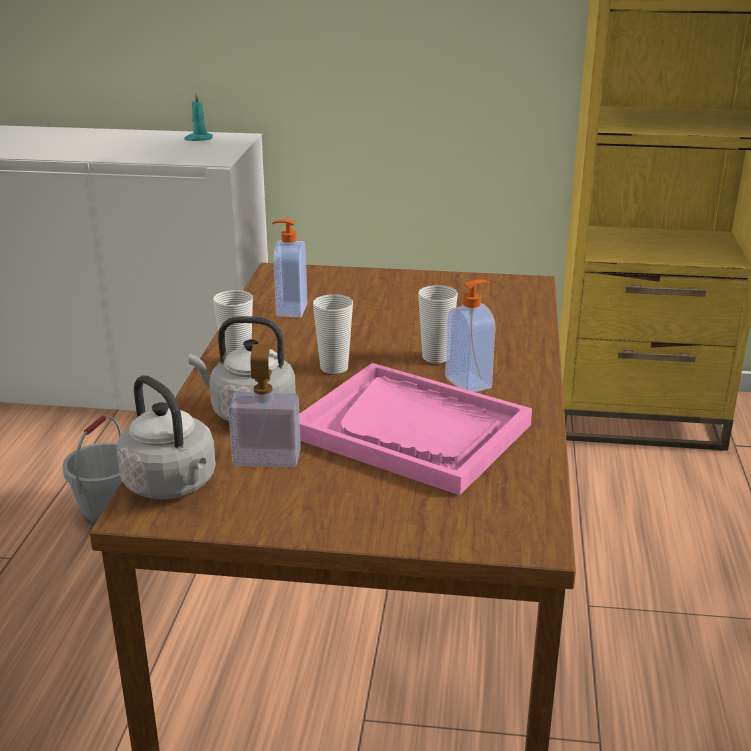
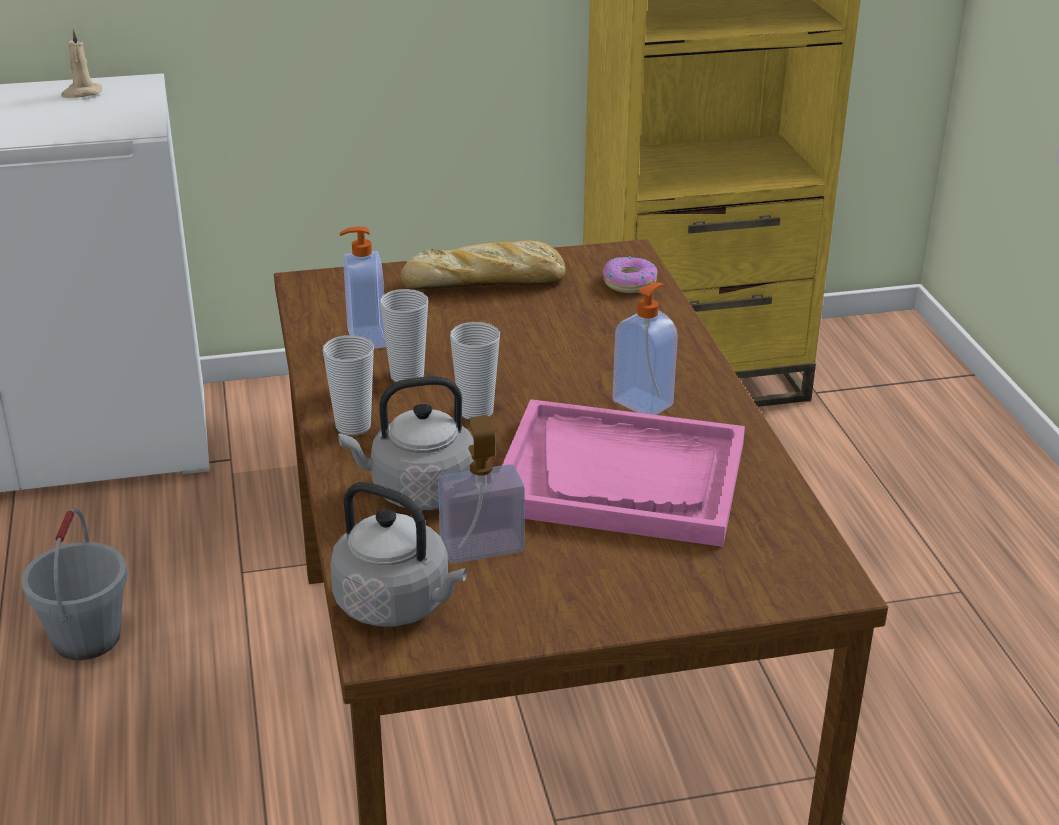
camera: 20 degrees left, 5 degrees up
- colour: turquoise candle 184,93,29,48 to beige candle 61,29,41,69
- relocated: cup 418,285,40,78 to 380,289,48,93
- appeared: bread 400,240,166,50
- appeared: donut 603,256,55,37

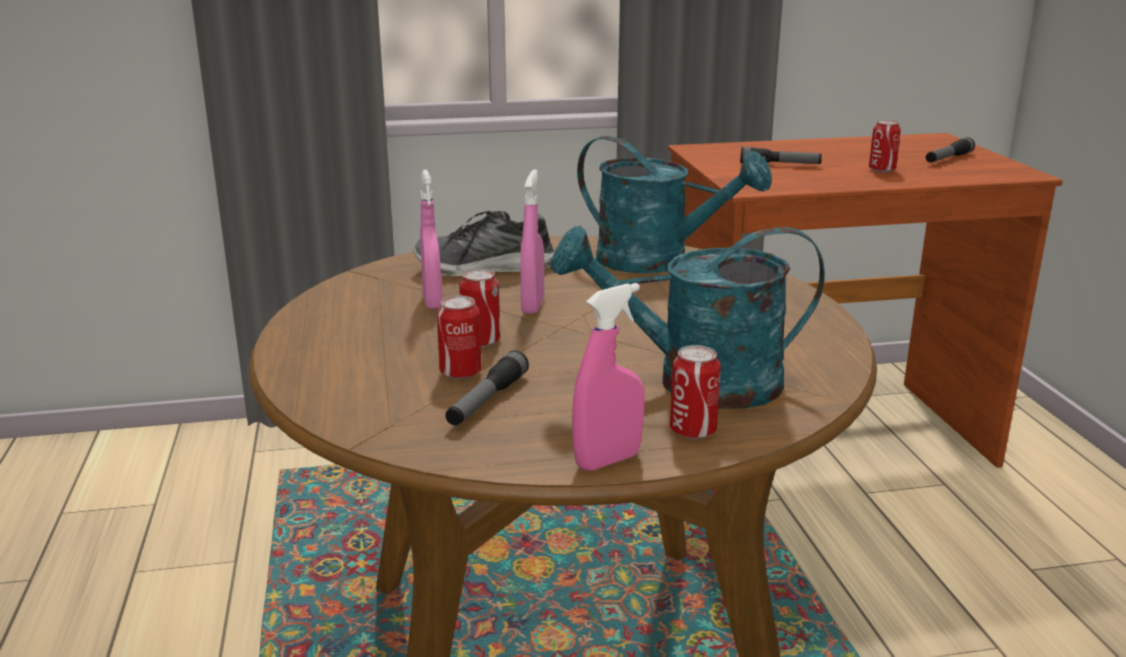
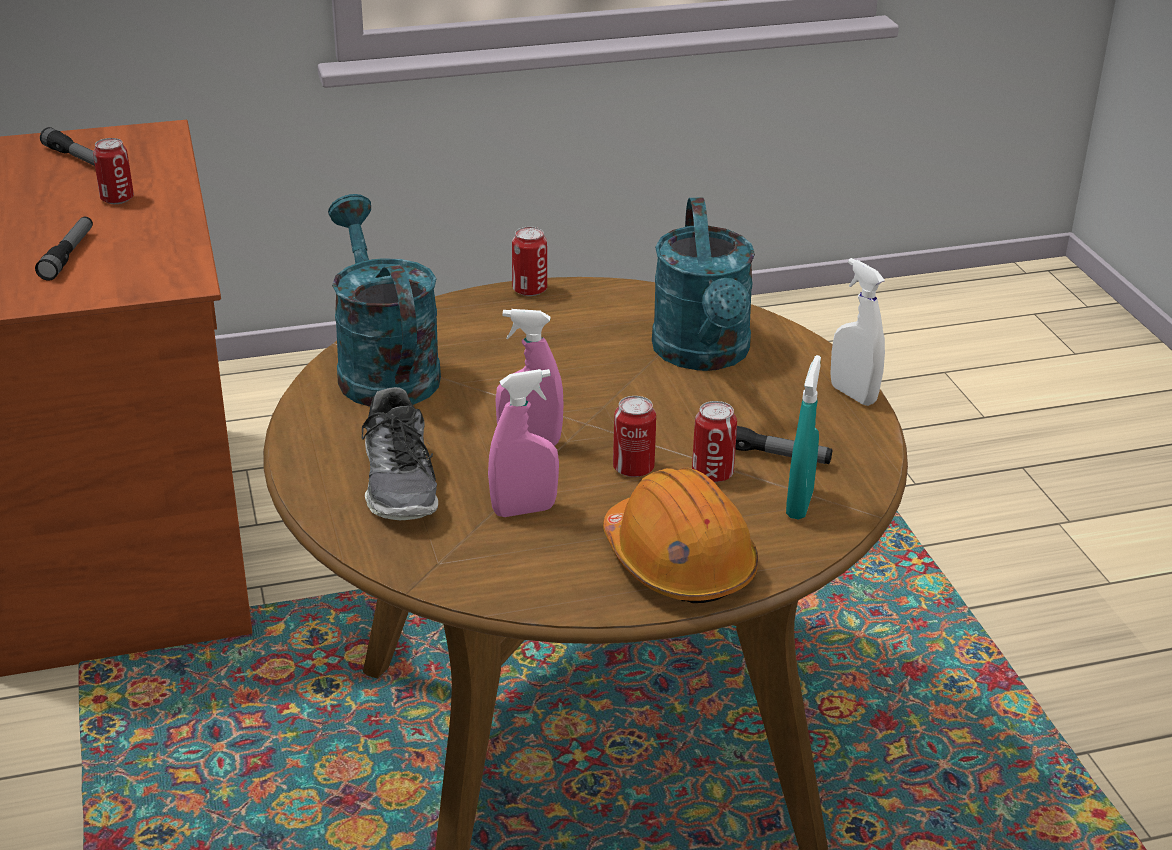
camera: 95 degrees left, 10 degrees up
- spun: turquoise watering can 577,136,195,137 = 328,194,113,213 45 degrees counterclockwise
- relocated: can 670,345,51,94 to 512,226,35,70
- appeared: orange hard hat 603,468,155,135
- appeared: turquoise spray bottle 786,355,35,165
- colour: pink spray bottle 572,283,72,188 to white spray bottle 831,258,54,148

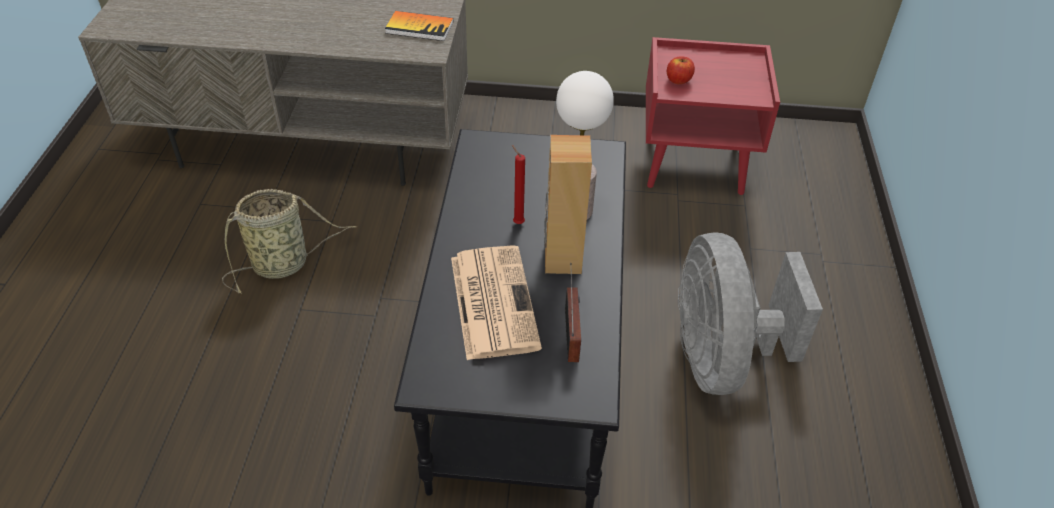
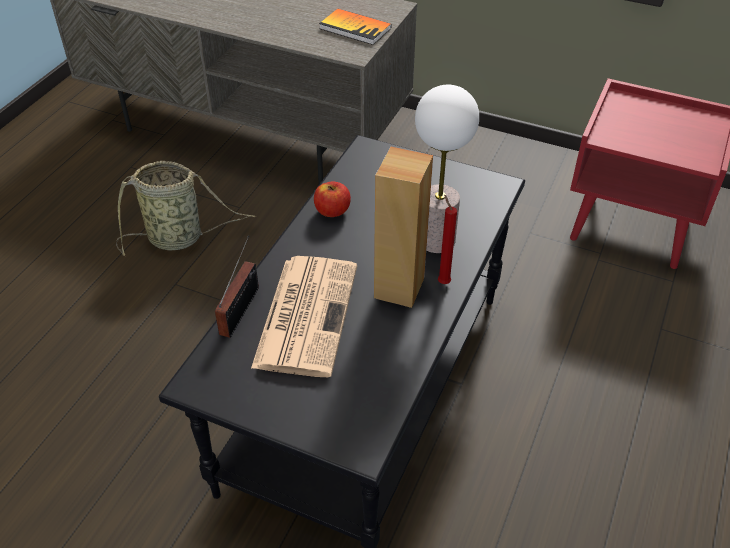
camera: 20 degrees right, 0 degrees up
- relocated: radio 565,263,16,99 to 215,235,44,103
- relocated: apple 667,57,28,27 to 314,182,37,35
- relocated: red candle 512,145,13,79 to 438,194,19,90
- missing: grey fan 678,232,145,163

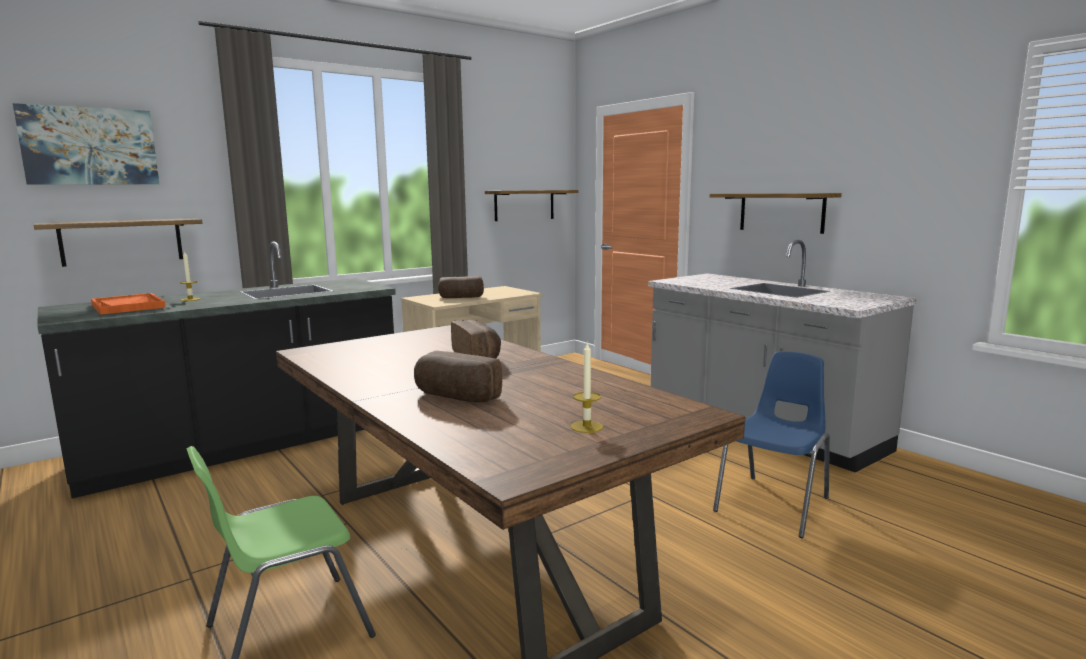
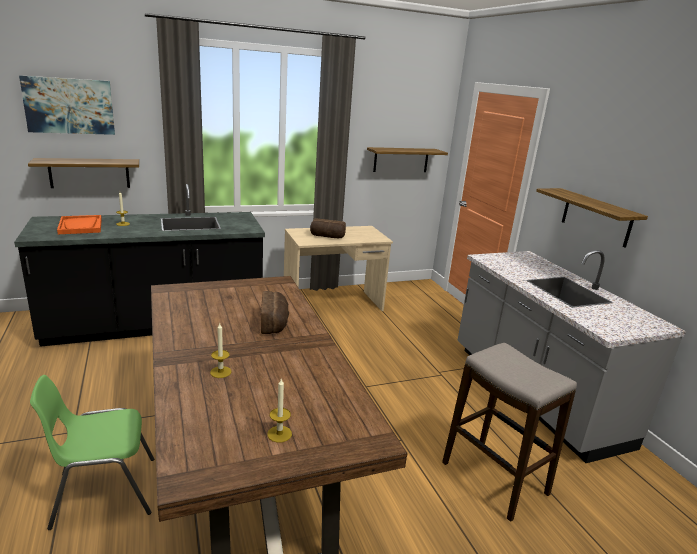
camera: 15 degrees right, 10 degrees up
- exchanged: bread 414,351,88,51 to candle 210,323,21,55
- exchanged: blue chair 713,351,117,187 to stool 442,343,135,179

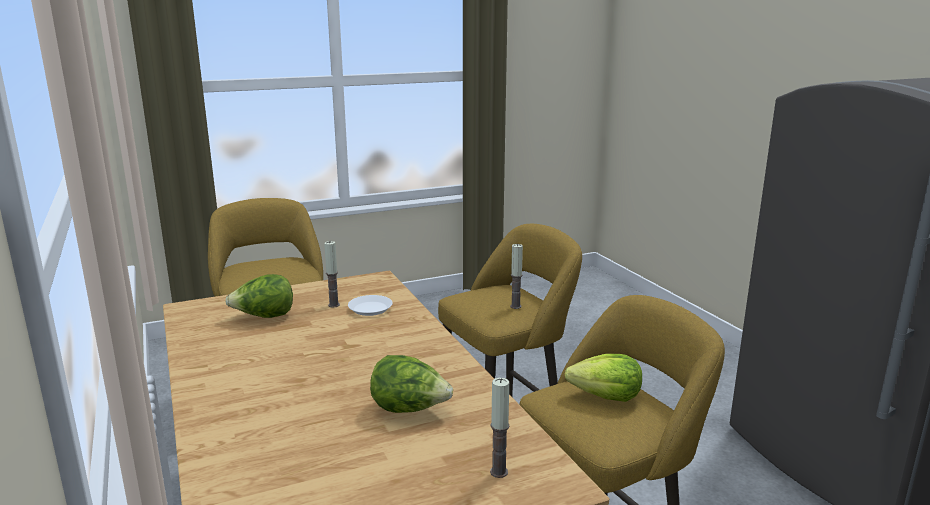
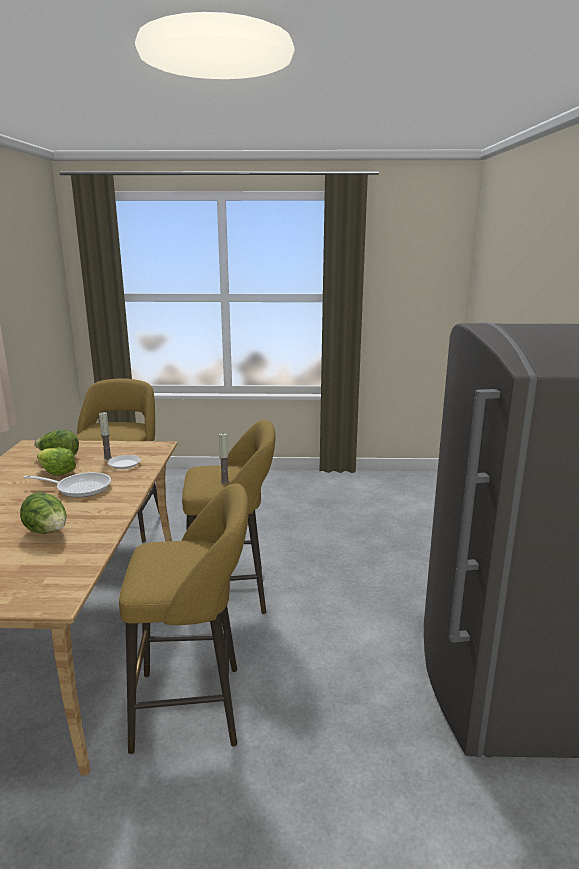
camera: 25 degrees right, 0 degrees up
- appeared: frying pan 23,472,88,25
- relocated: lettuce 565,354,77,48 to 37,447,39,29
- missing: candle 490,378,19,100

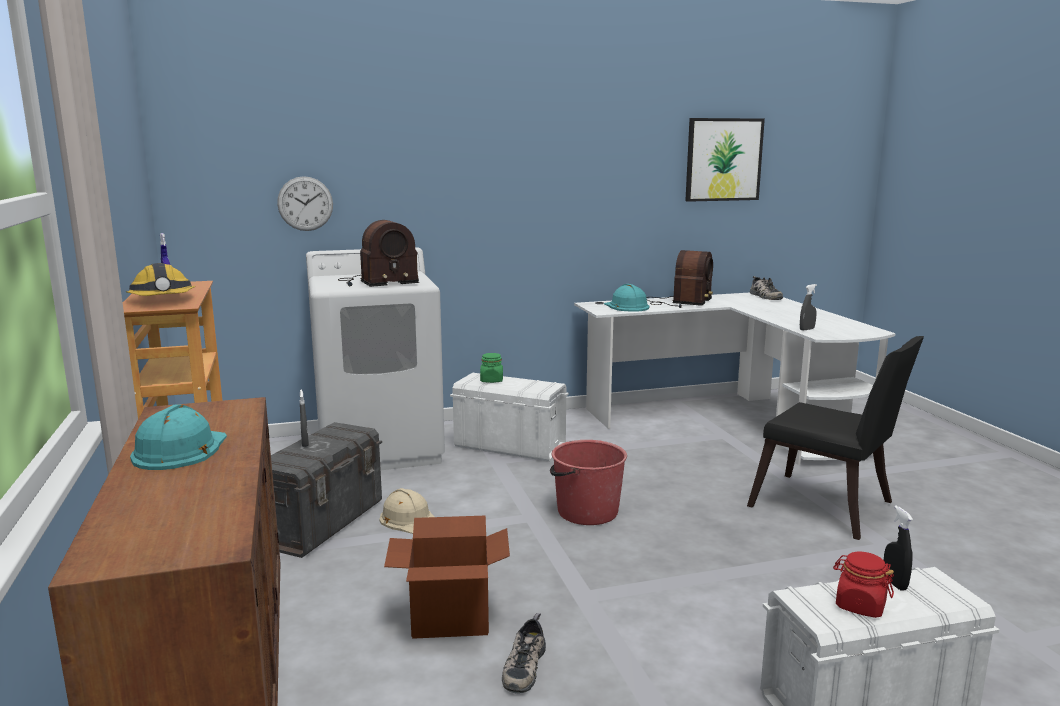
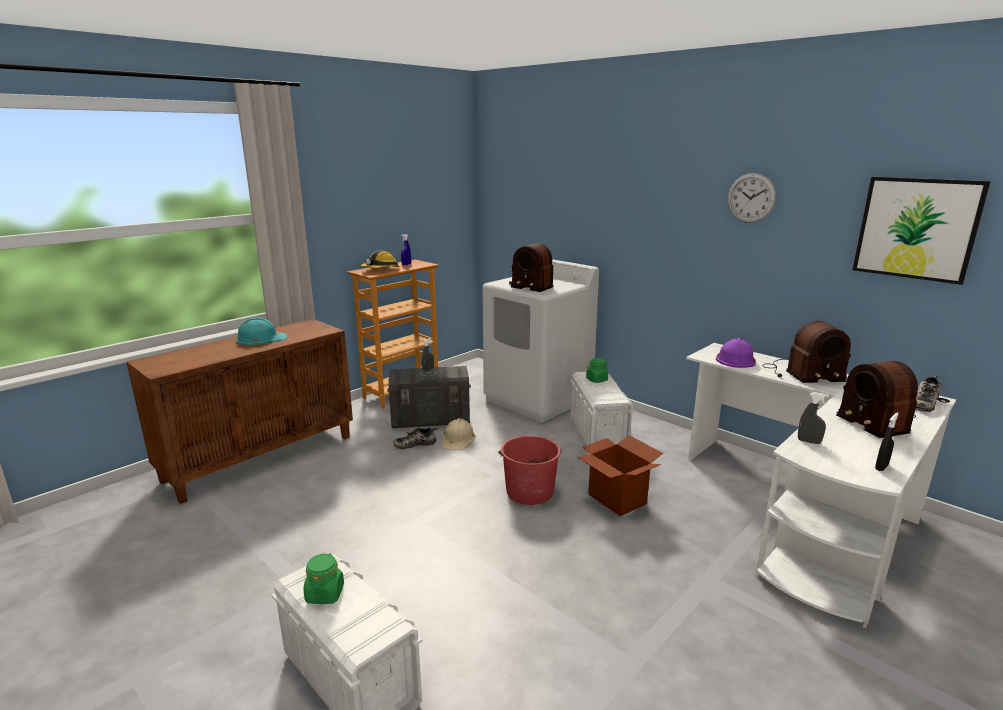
camera: 60 degrees right, 5 degrees up
- colour: red jar 833,552,61,66 to green jar 303,553,41,51
- relocated: shoe 502,613,44,80 to 393,428,44,21
- relocated: cardboard box 384,515,126,124 to 577,435,86,81
- colour: turquoise hard hat 604,284,45,28 to purple hard hat 716,338,40,30
- relocated: wall clock 277,176,56,55 to 728,173,48,50
- appeared: radio 836,361,82,77
- relocated: black spray bottle 884,506,29,85 to 875,413,24,58
- missing: black chair 747,336,177,204

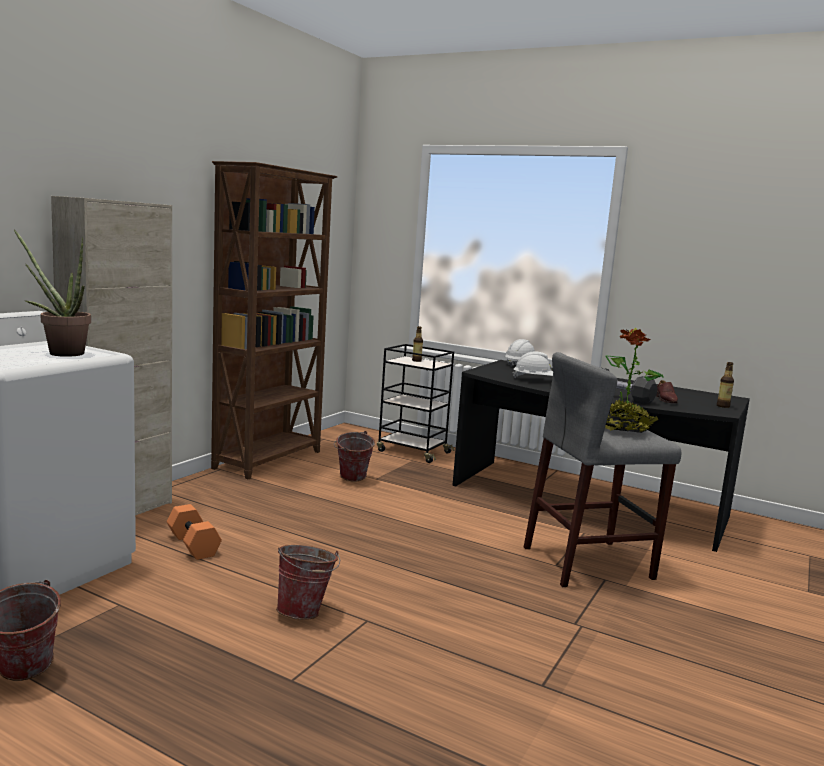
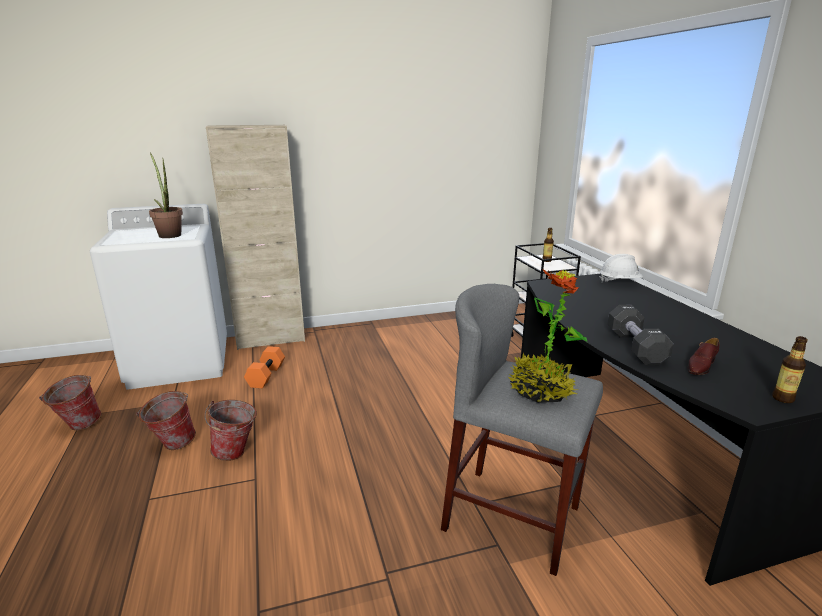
camera: 45 degrees right, 10 degrees up
- relocated: bucket 334,431,41,51 to 136,391,60,59
- missing: brown bookcase 211,161,127,318
- missing: white hard hat 512,352,41,26

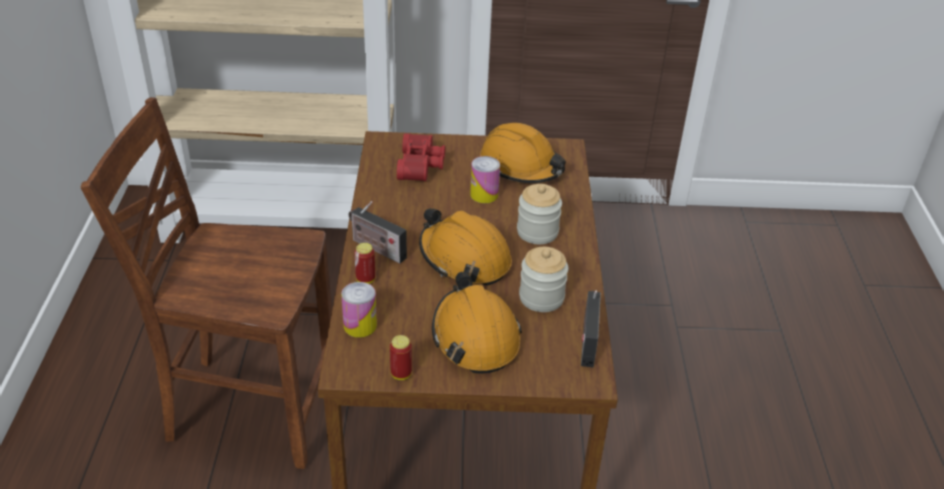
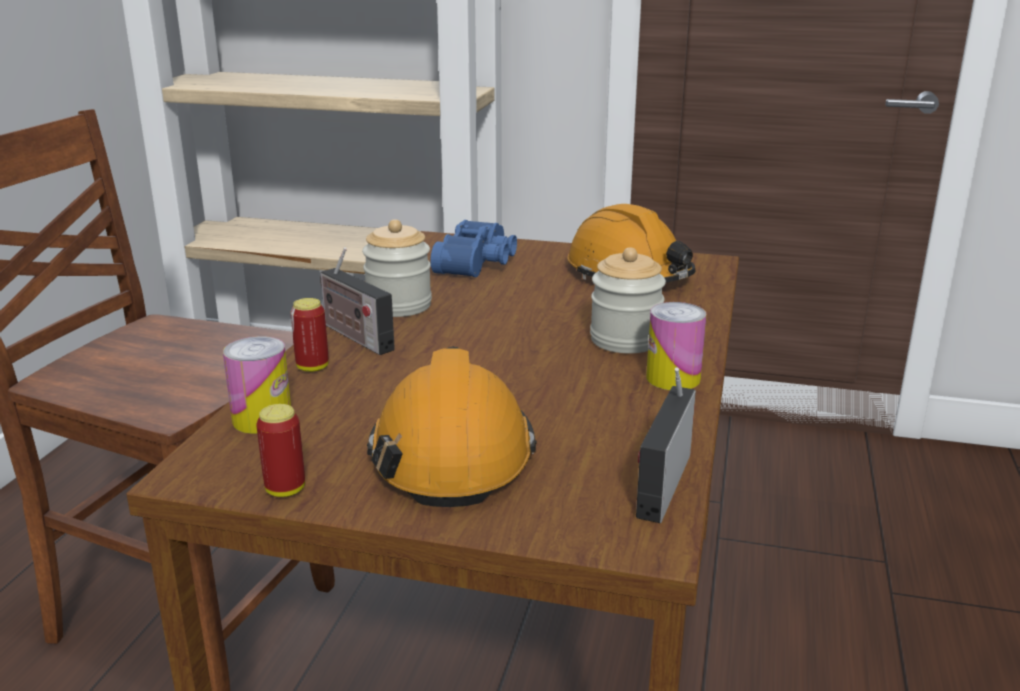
camera: 15 degrees right, 15 degrees down
- relocated: jar 519,247,50,65 to 362,219,70,98
- colour: red binoculars 397,133,48,49 to blue binoculars 431,220,86,57
- relocated: can 470,156,30,47 to 646,302,61,88
- missing: orange hard hat 419,208,93,78

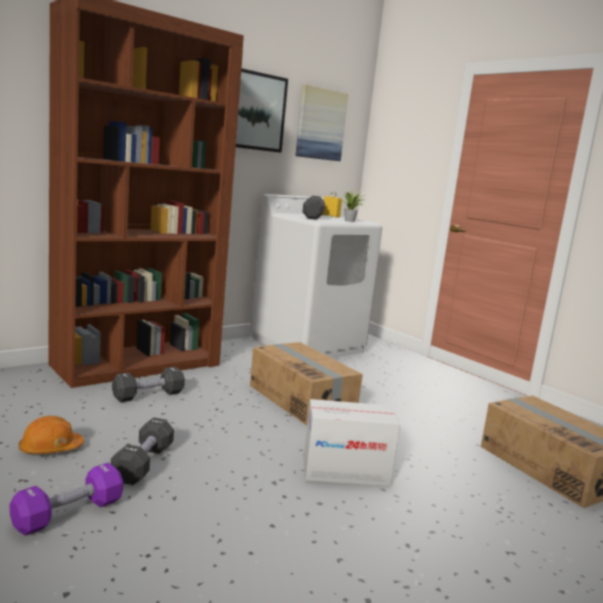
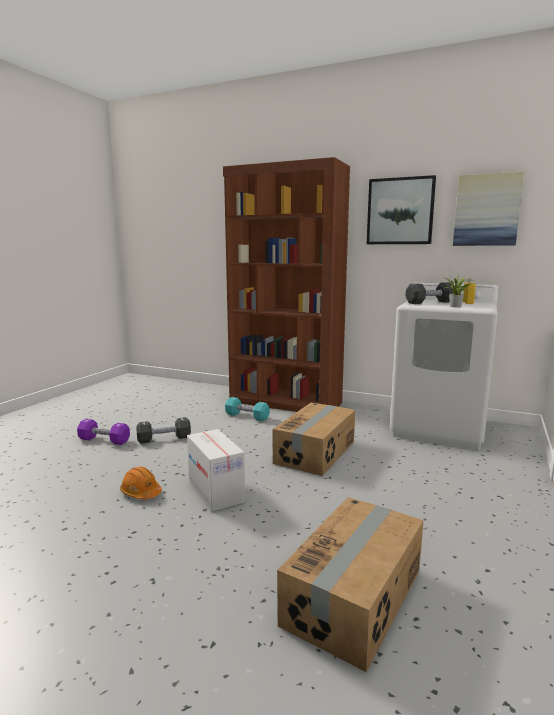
camera: 65 degrees right, 0 degrees up
- relocated: orange hard hat 19,416,65,38 to 120,467,42,32
- colour: black dumbbell 112,367,73,35 to turquoise dumbbell 225,397,45,24

